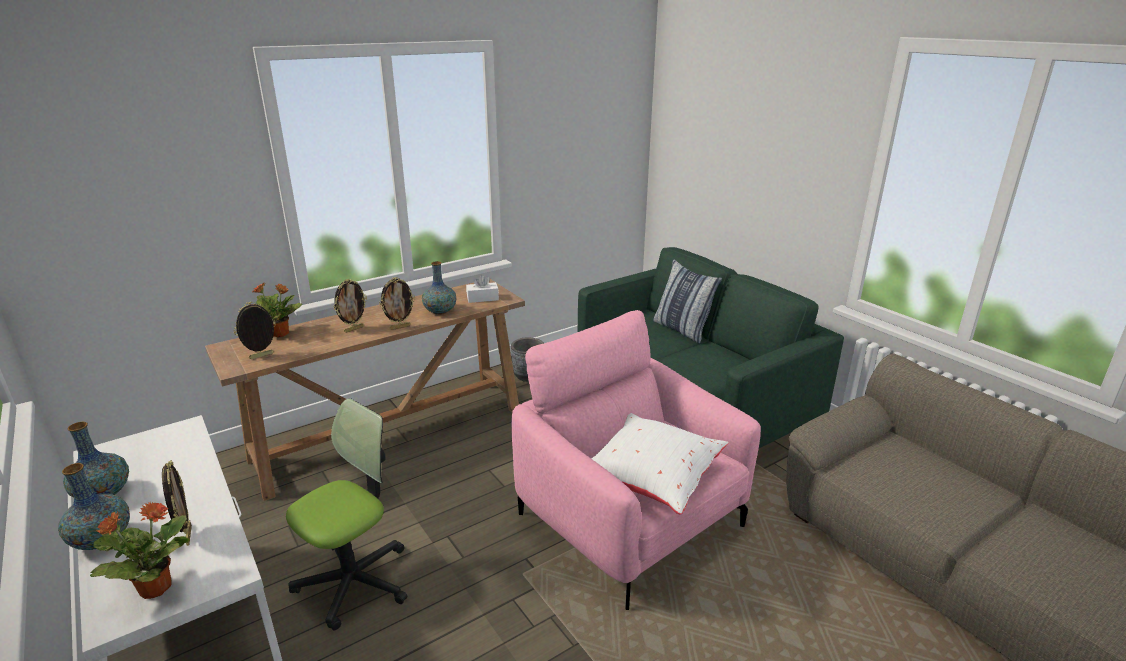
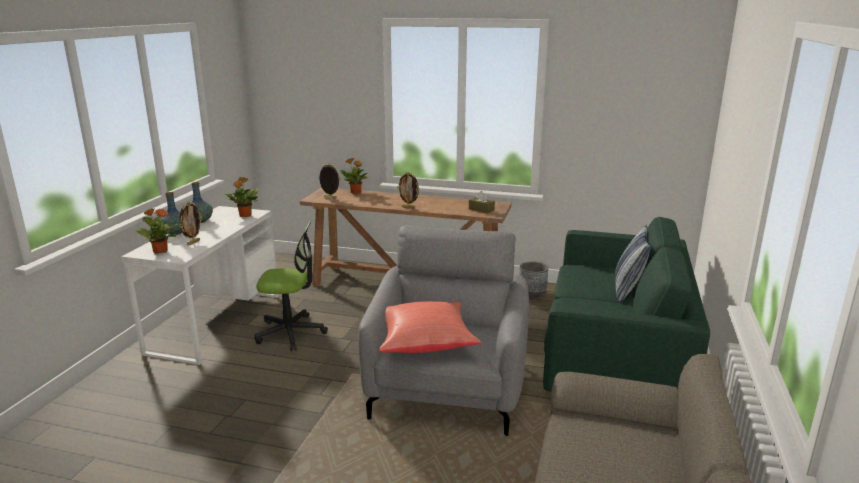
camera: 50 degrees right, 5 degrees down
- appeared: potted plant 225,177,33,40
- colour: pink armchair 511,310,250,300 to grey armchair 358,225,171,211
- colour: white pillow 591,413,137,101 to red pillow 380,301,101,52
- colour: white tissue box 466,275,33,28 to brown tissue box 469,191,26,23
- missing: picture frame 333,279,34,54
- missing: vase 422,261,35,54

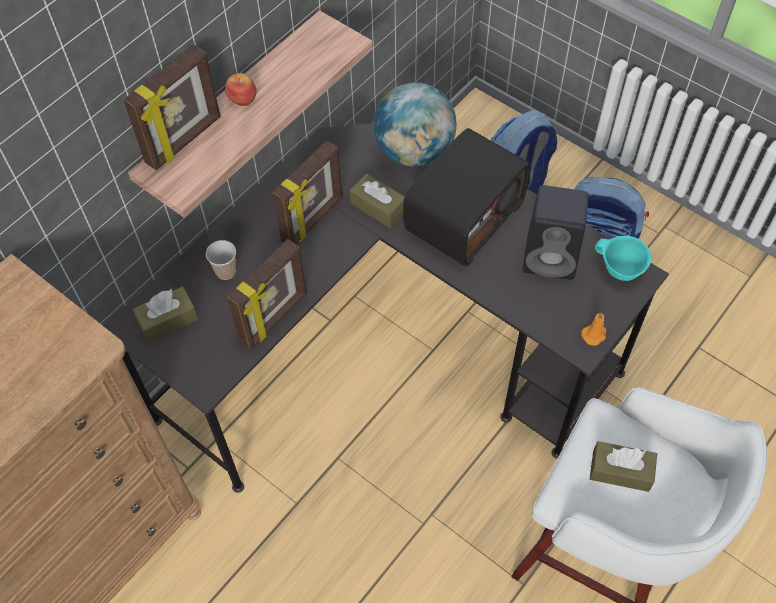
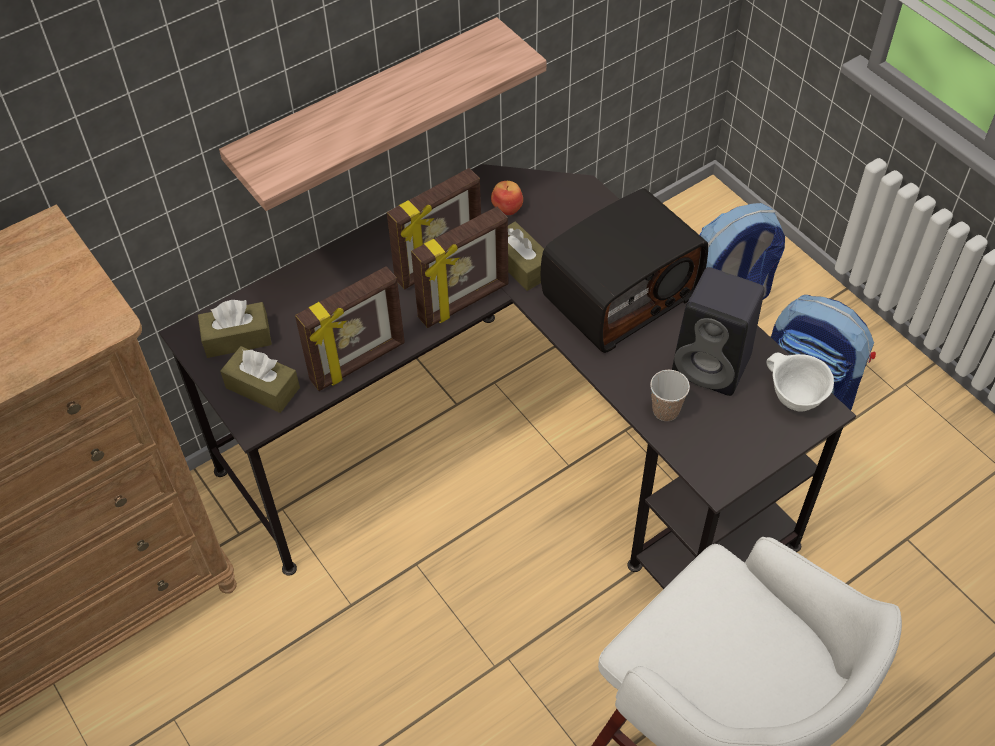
camera: 15 degrees right, 5 degrees down
- relocated: brown tissue box 590,441,67,51 to 220,346,80,67
- relocated: picture frame 123,45,98,125 to 411,207,97,121
- relocated: apple 225,73,32,33 to 491,181,32,34
- relocated: cup 206,240,30,40 to 650,370,40,51
- colour: turquoise bowl 595,236,56,45 to white bowl 766,352,68,60
- missing: globe 373,82,84,85
- missing: orange candle 581,312,26,33

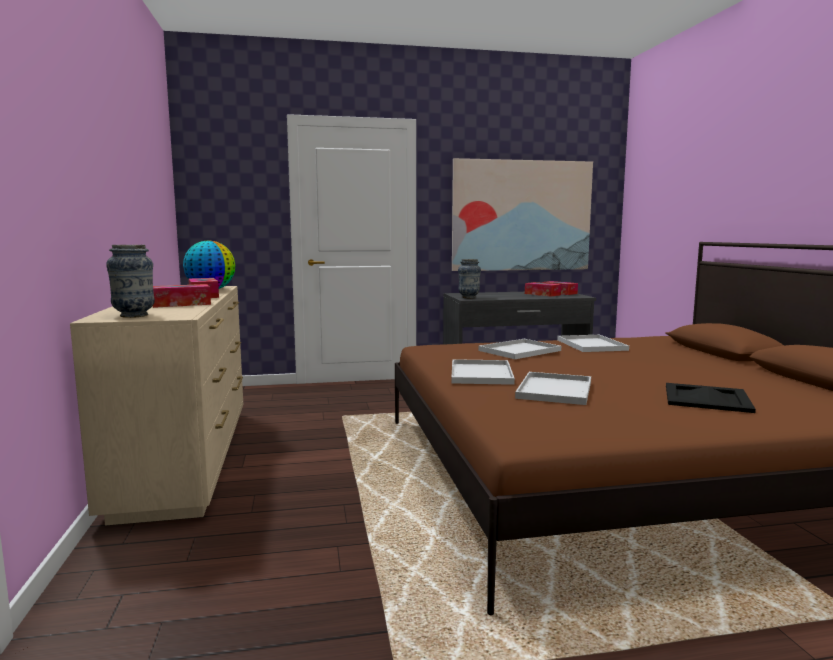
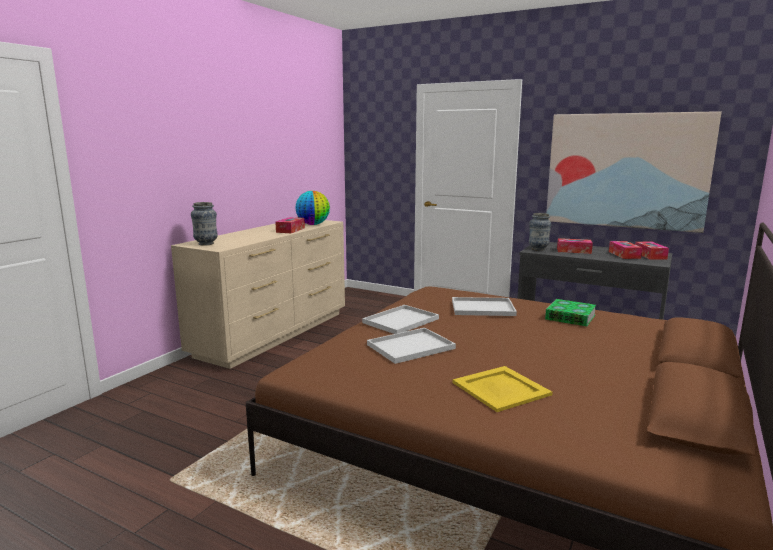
camera: 40 degrees right, 5 degrees up
- colour: black tray 666,383,90,30 to yellow tray 453,366,100,46
- exchanged: white tray 557,335,72,17 to book 545,299,51,27
- relocated: tissue box 153,284,58,24 to 557,238,36,16

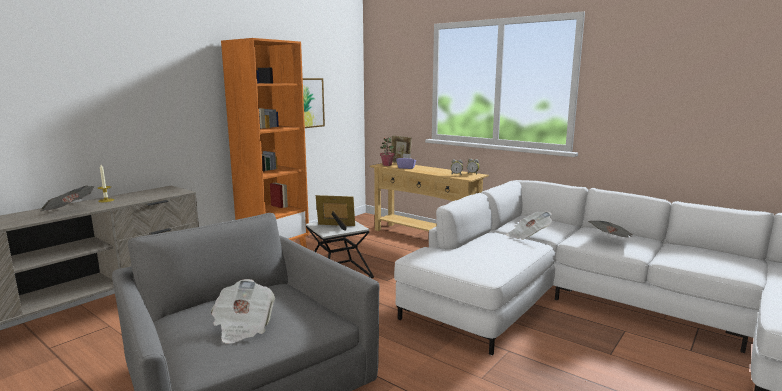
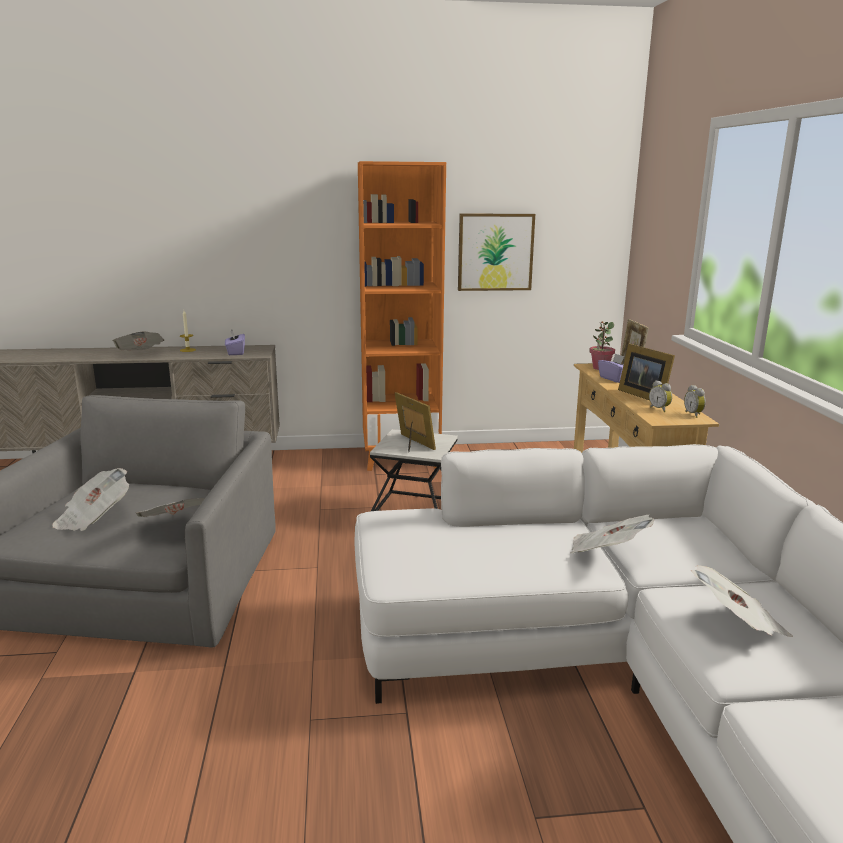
camera: 45 degrees right, 5 degrees up
- appeared: newspaper 136,498,69,19
- appeared: purple tissue box 225,330,20,25
- appeared: picture frame 618,344,57,56

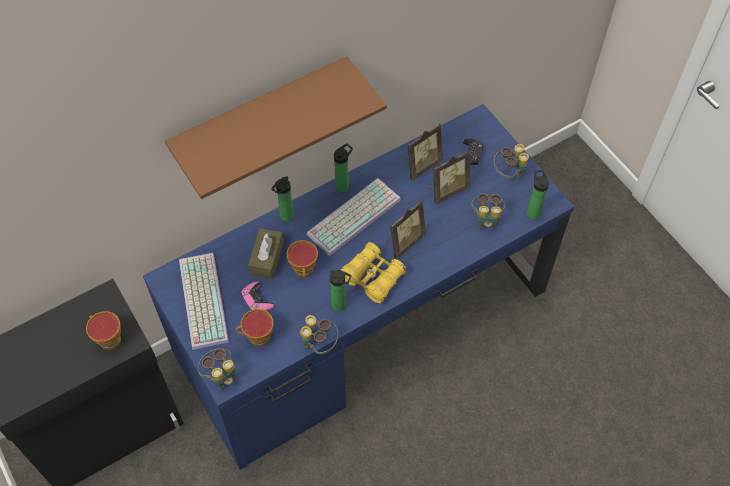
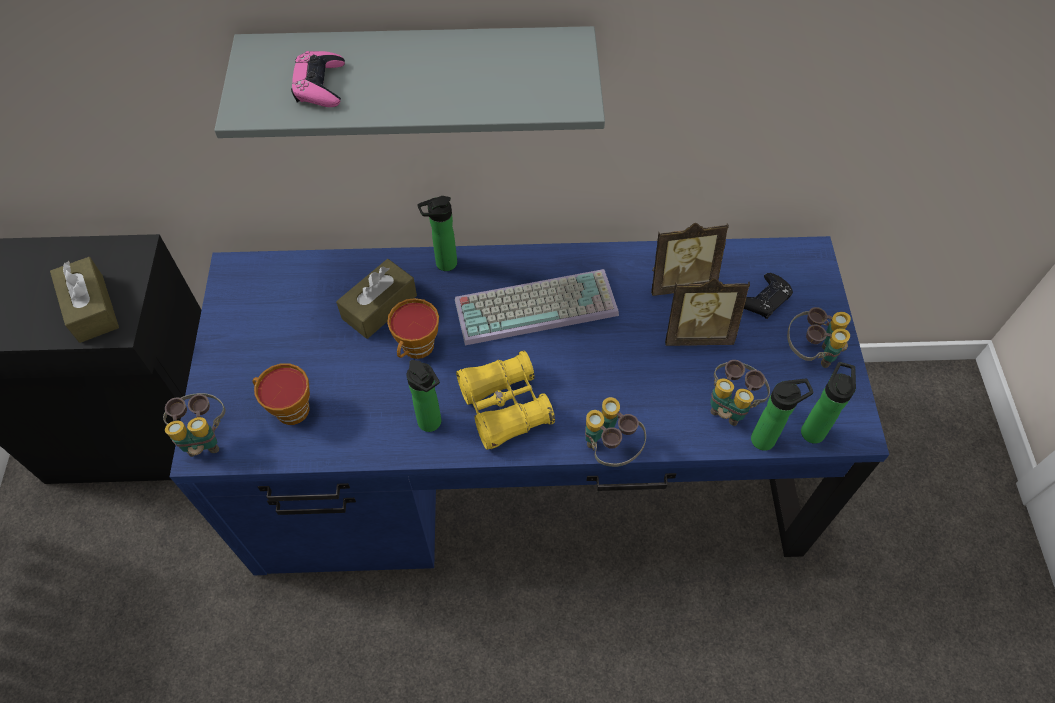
camera: 30 degrees right, 0 degrees up
- exchanged: cup 86,311,35,39 to brown tissue box 50,257,69,86
- colour: brown shelf 165,56,222,143 to grey shelf 214,26,391,112
- relocated: pink game controller 241,282,33,29 to 291,51,54,56
- relocated: binoculars 300,315,38,39 to 585,397,61,70
- relocated: bottle 334,143,19,49 to 751,379,63,72
- missing: keyboard 179,253,50,97
- missing: picture frame 385,200,41,59

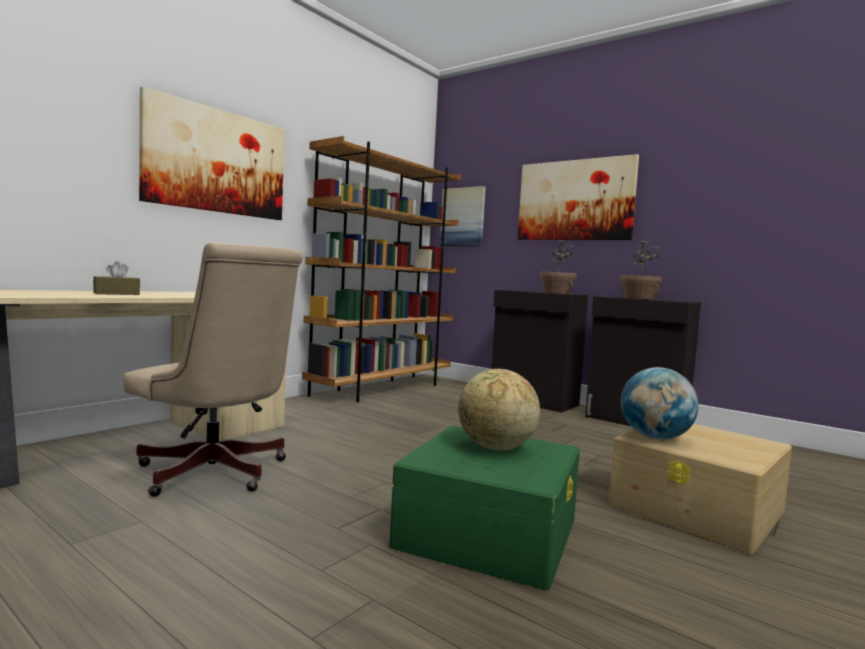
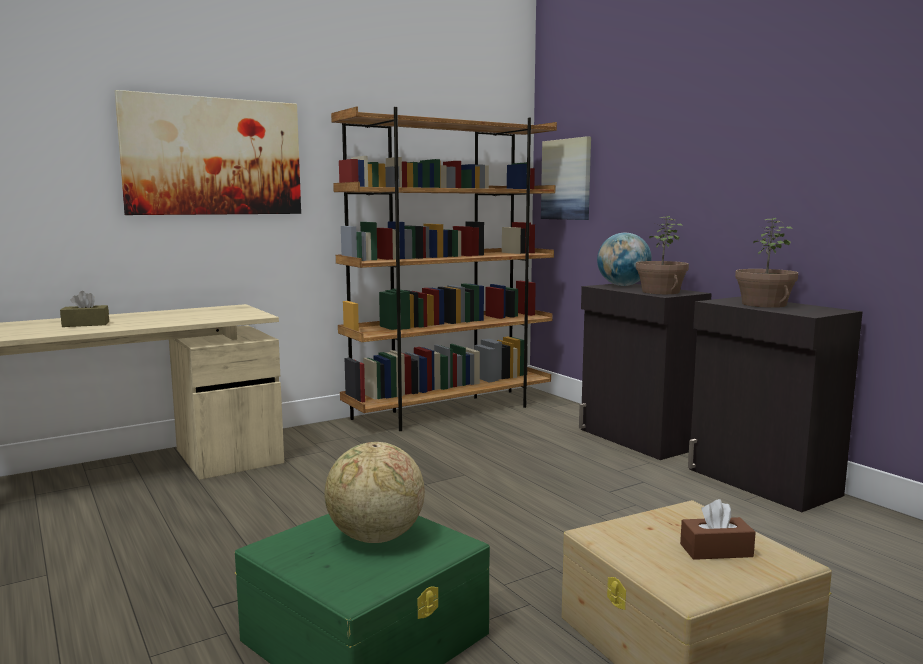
camera: 20 degrees right, 5 degrees up
- relocated: globe 621,367,78,73 to 597,233,55,53
- appeared: brown tissue box 680,499,76,61
- missing: beige office chair 123,243,180,254
- missing: picture 518,154,121,86

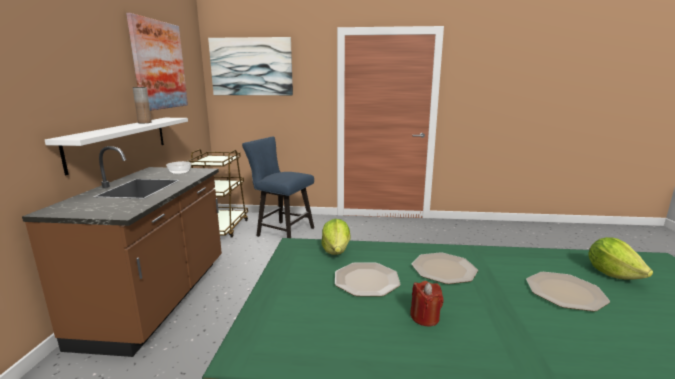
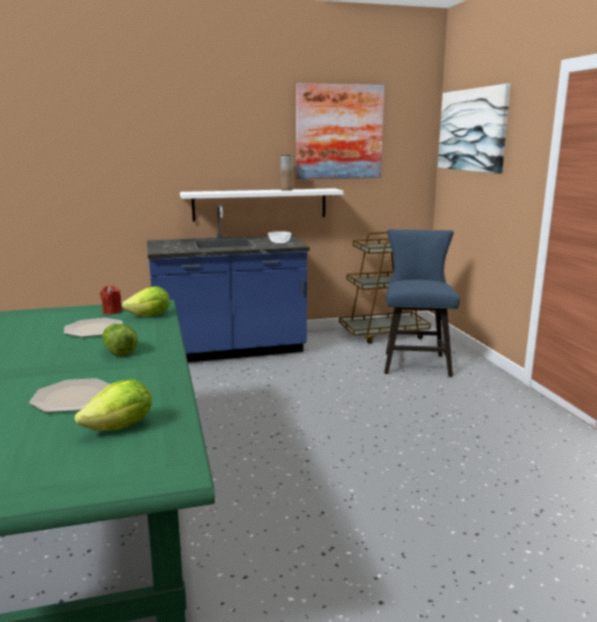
camera: 70 degrees right, 0 degrees up
- relocated: red candle 410,281,34,45 to 100,285,22,30
- exchanged: plate 412,252,66,32 to lettuce 102,324,36,33
- colour: brown counter 22,146,200,211 to blue counter 147,204,162,158

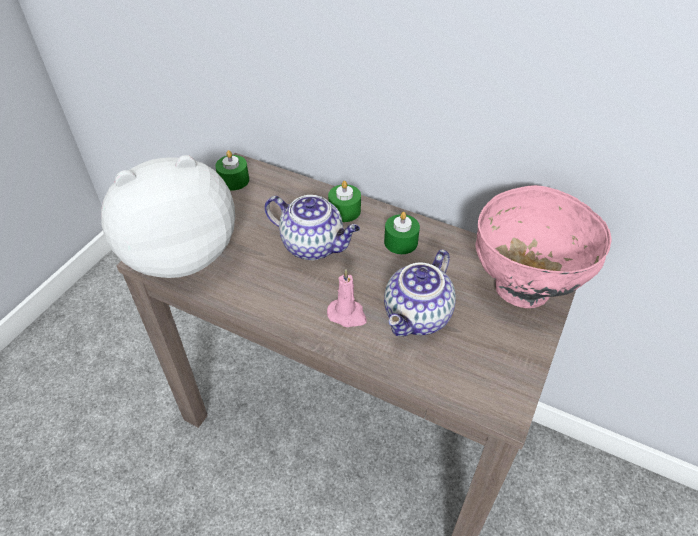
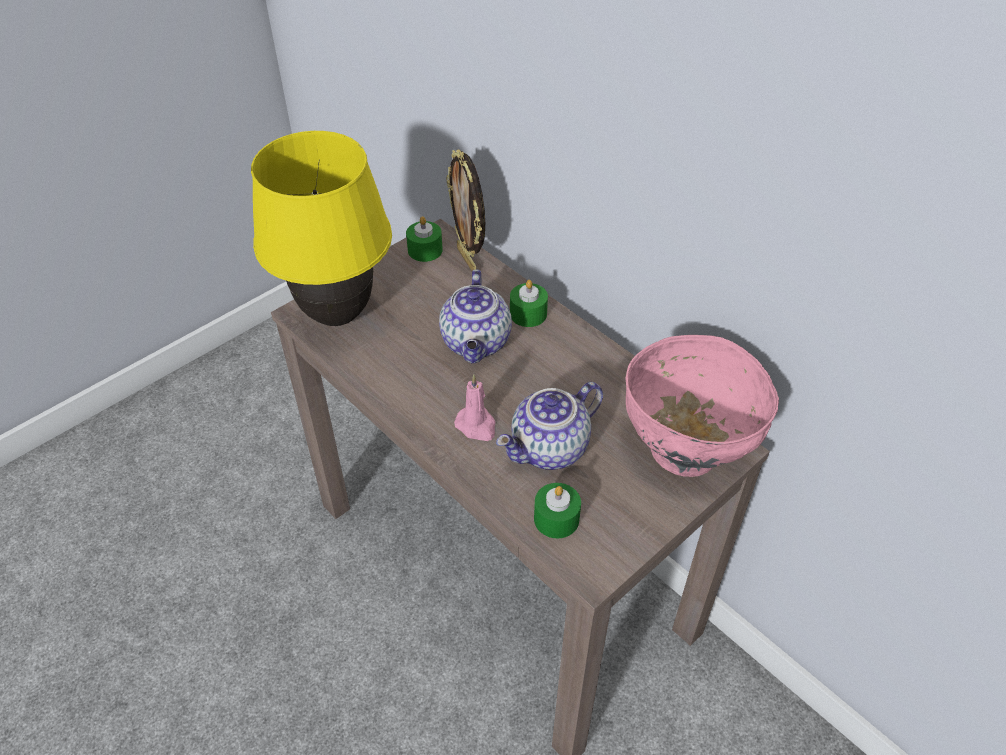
camera: 20 degrees right, 0 degrees up
- exchanged: plush toy 101,155,134,123 to yellow table lamp 251,131,141,195
- spun: teapot 265,195,95,65 = 439,269,73,94 45 degrees clockwise
- appeared: picture frame 446,150,39,121
- relocated: green candle 384,212,36,42 to 534,483,47,55

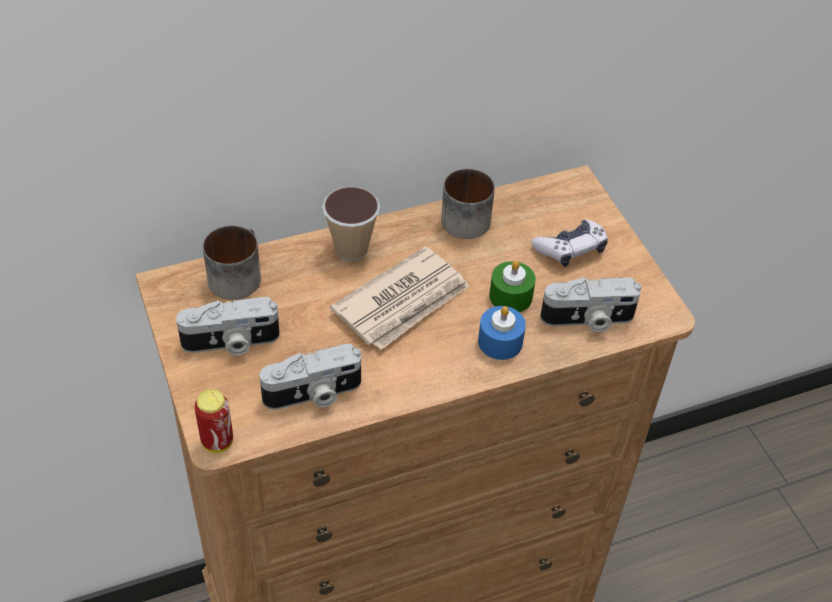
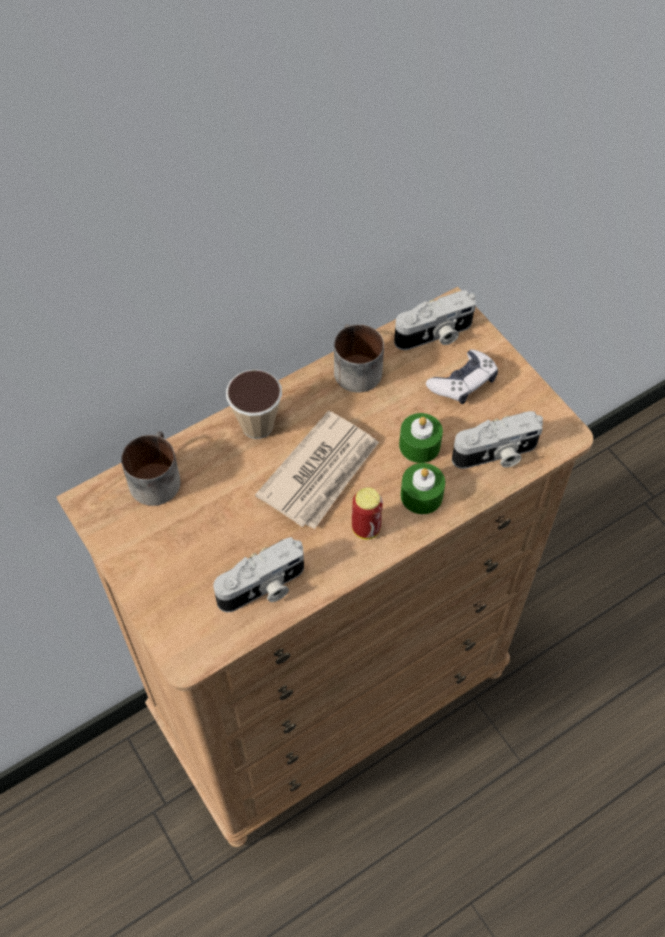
camera: 10 degrees left, 10 degrees up
- relocated: can 195,389,38,64 to 352,487,31,52
- relocated: photo camera 176,297,104,59 to 394,290,82,60
- colour: blue candle 478,306,48,54 to green candle 400,463,45,51

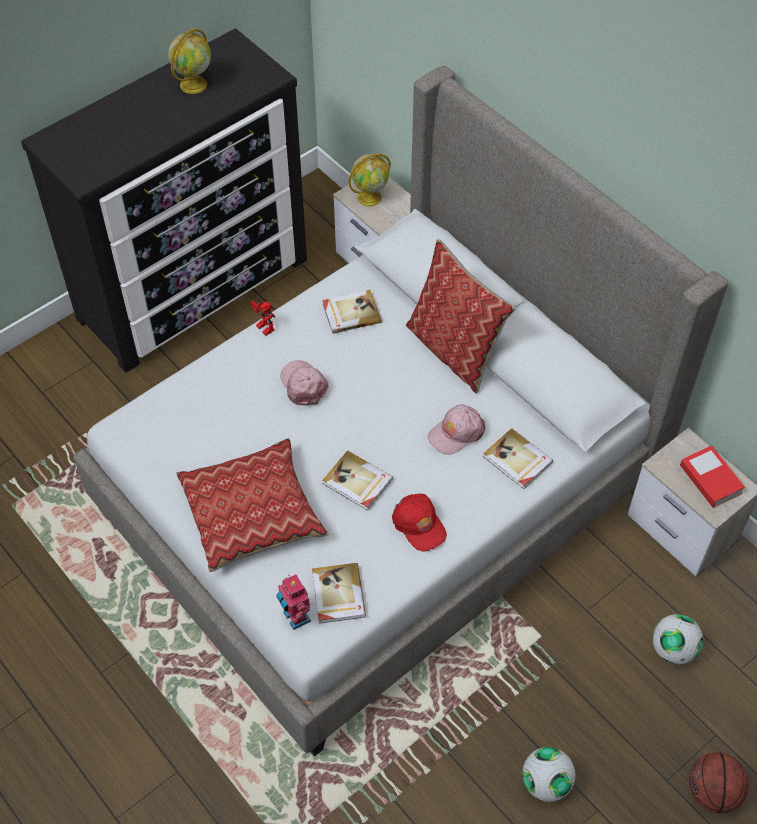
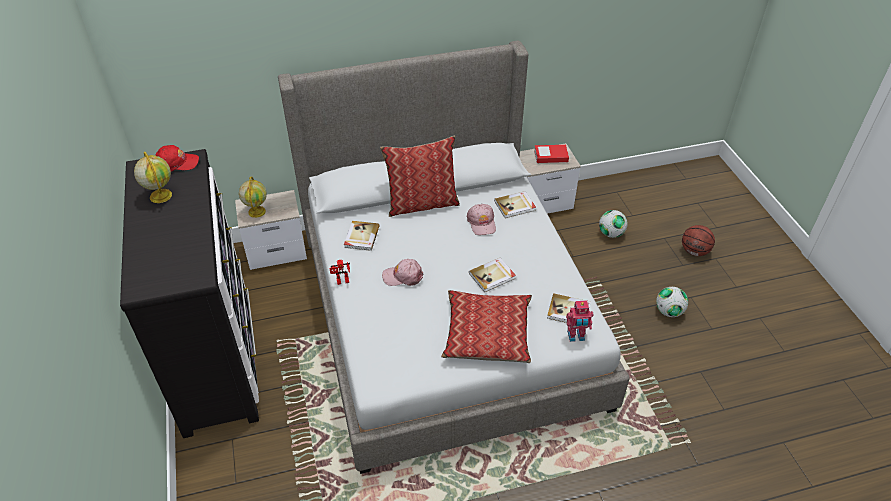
camera: 65 degrees left, 10 degrees down
- relocated: red cap 392,494,55,57 to 155,145,44,27

